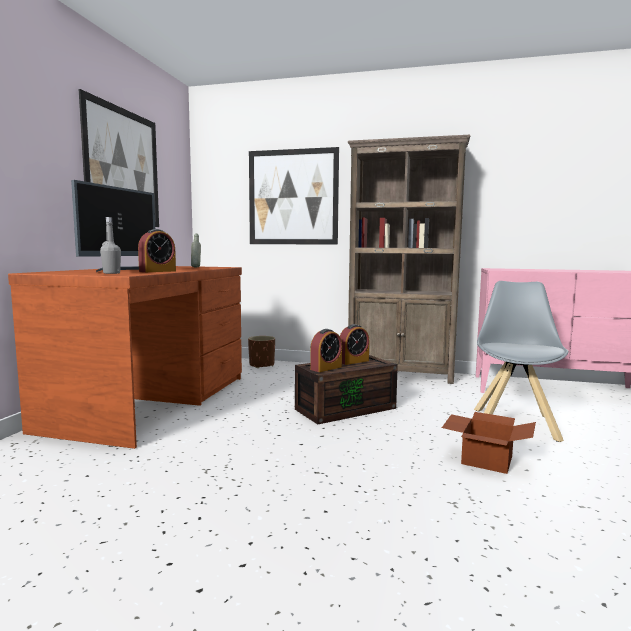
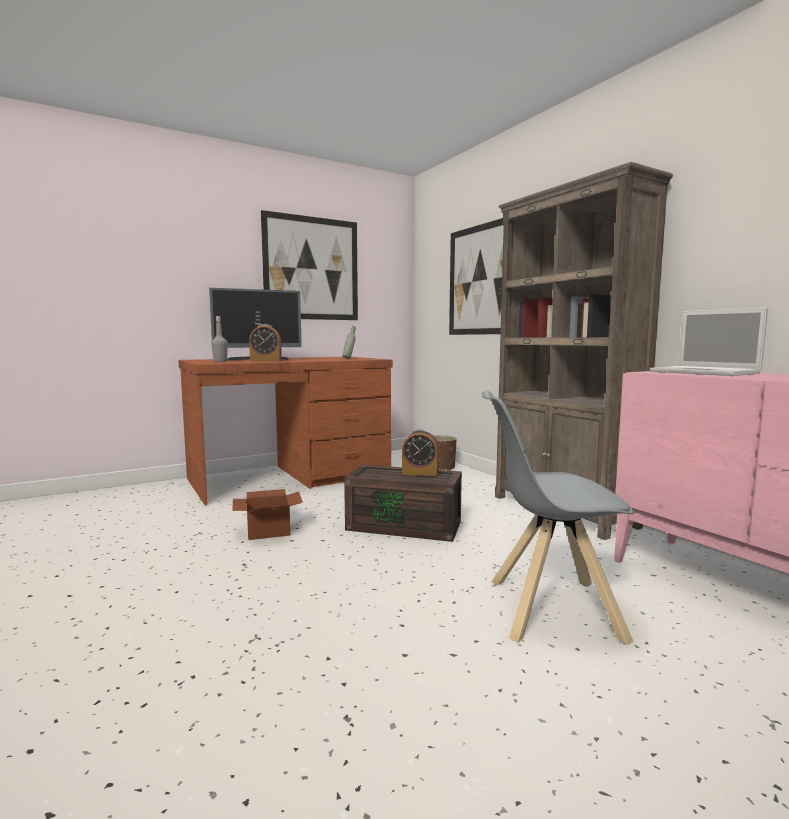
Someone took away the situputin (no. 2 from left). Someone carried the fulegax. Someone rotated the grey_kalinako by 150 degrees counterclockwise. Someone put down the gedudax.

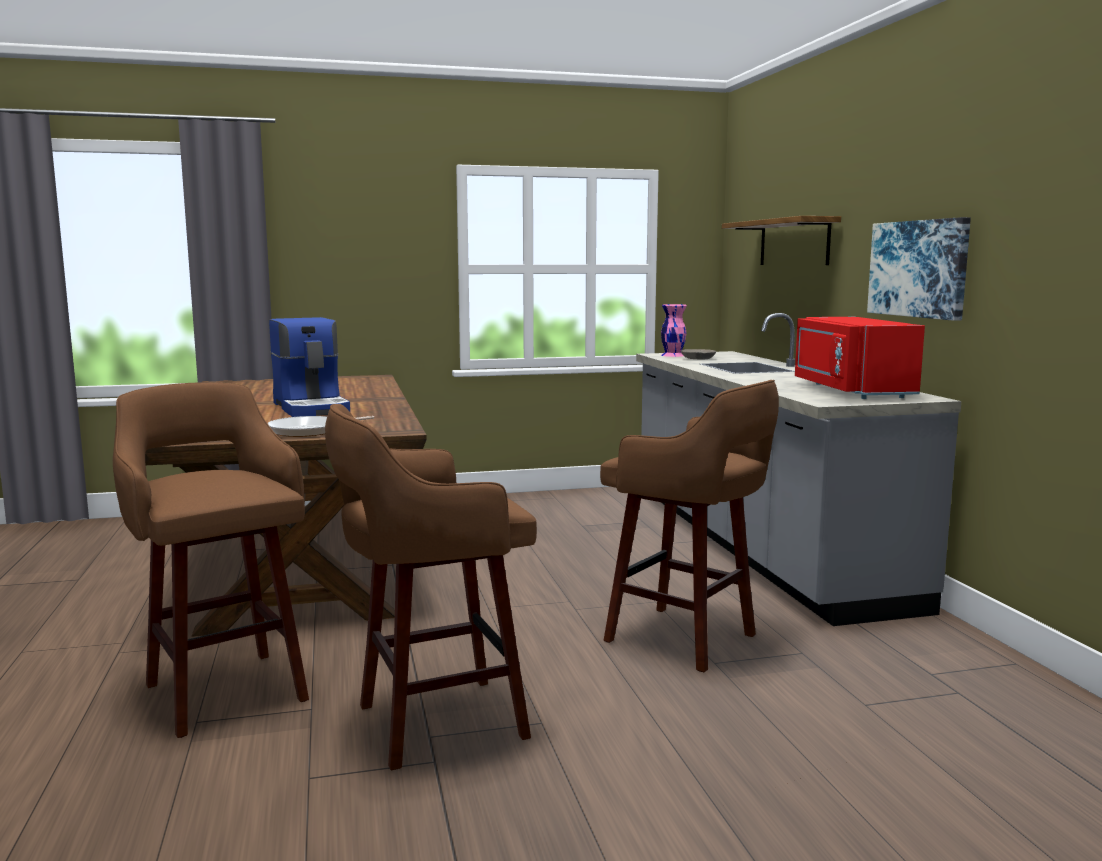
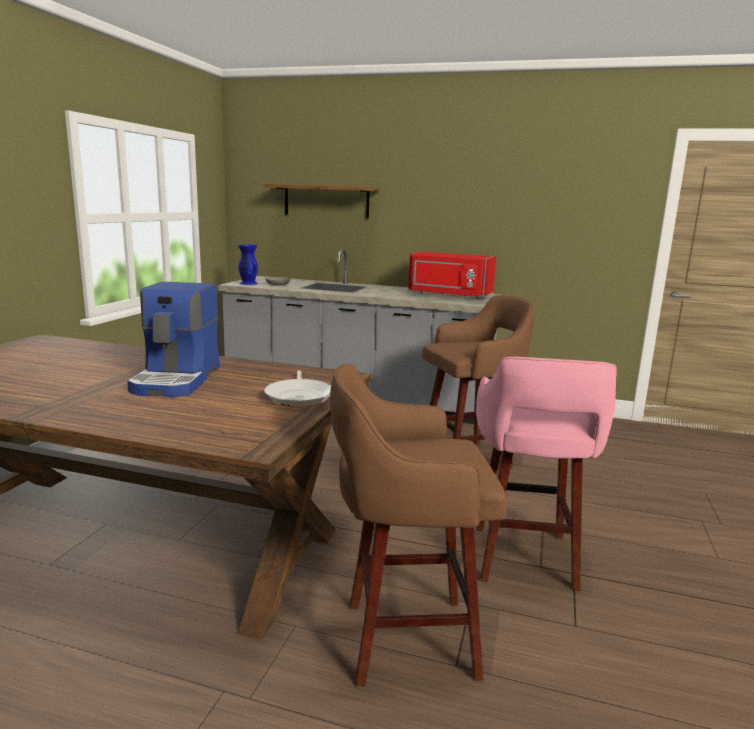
Someone rotated the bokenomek by 90 degrees clockwise. Someone repainted the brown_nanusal (no. 2 from left), which became the pink_nanusal. Someone repainted the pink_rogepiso, which became the blue_rogepiso. Someone took away the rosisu.

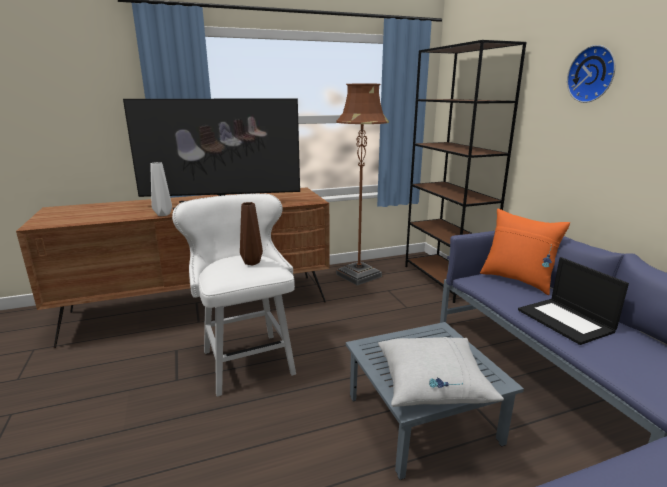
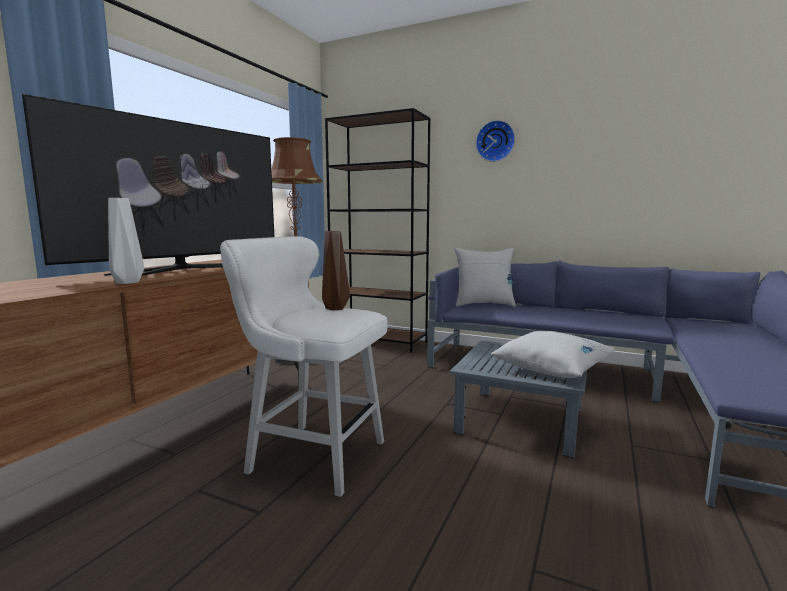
Someone repainted the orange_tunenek, which became the grey_tunenek (no. 1 from left). Someone took away the gedudax.

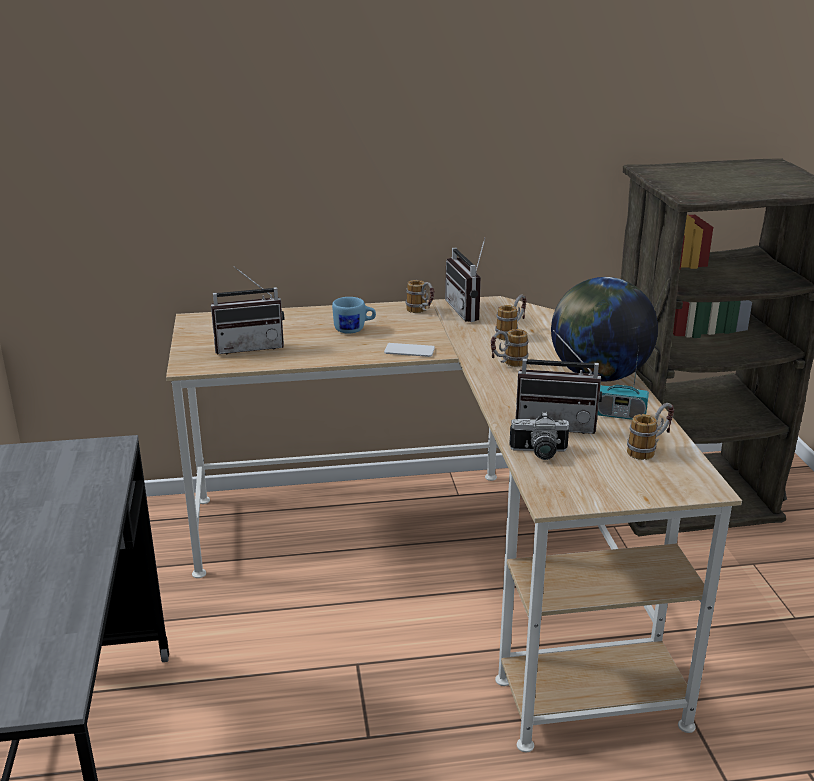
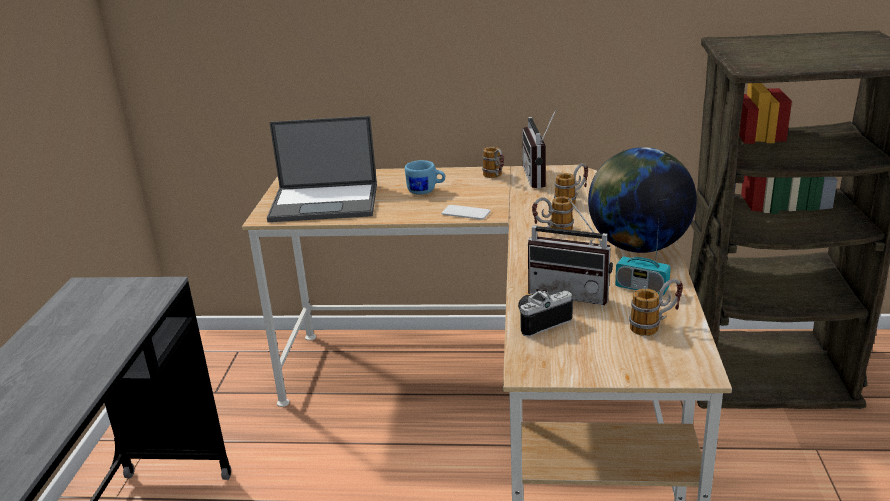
Someone swapped the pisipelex (no. 1 from left) for the gedudax. Someone rotated the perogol by 135 degrees clockwise.

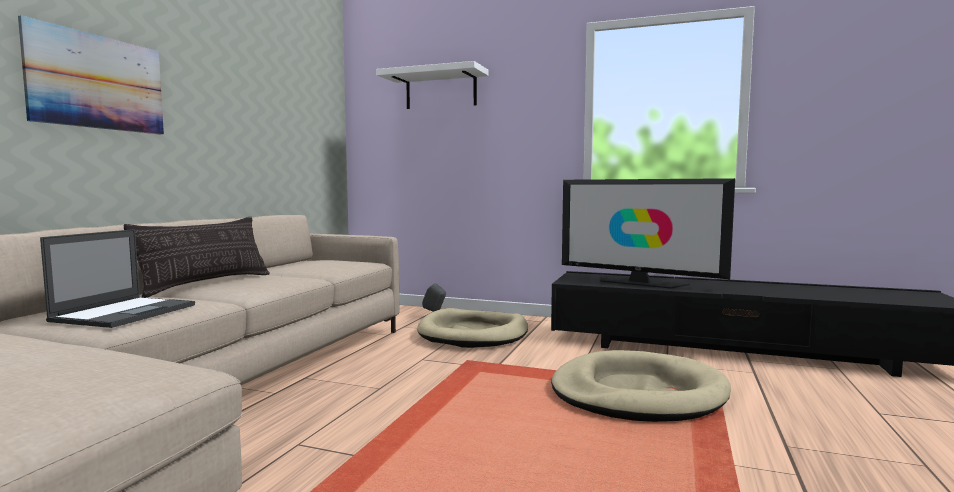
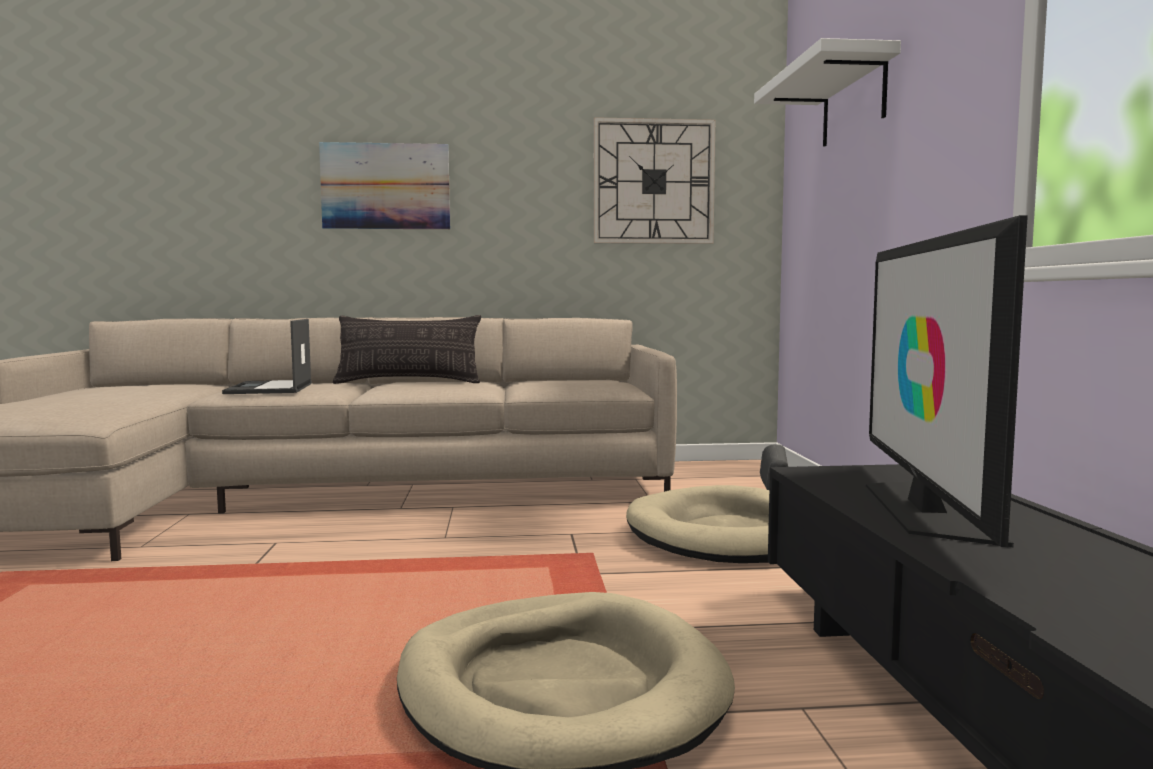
Someone rotated the gedudax by 90 degrees clockwise. Someone put up the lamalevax.

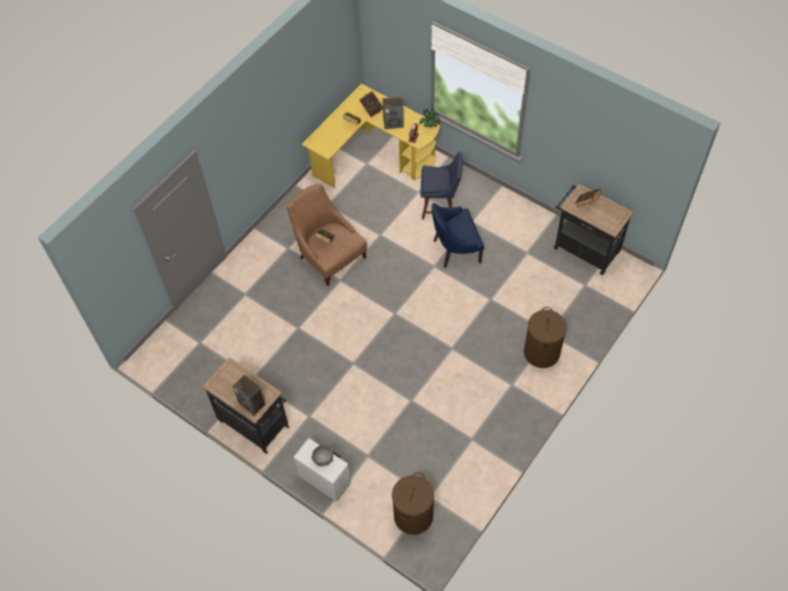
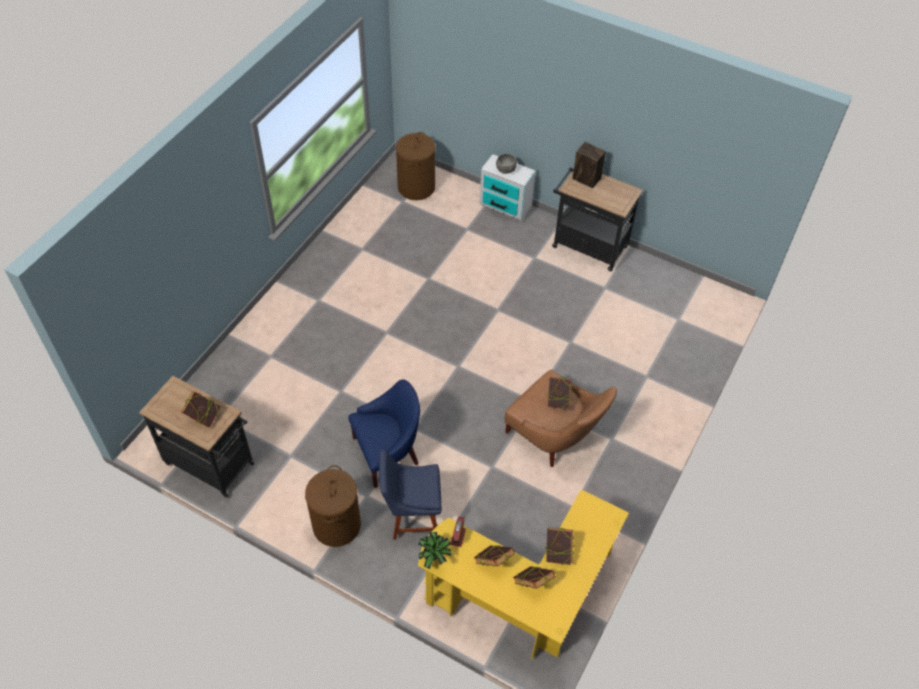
Someone swapped the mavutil (no. 2 from left) for the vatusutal (no. 2 from left). Someone carried the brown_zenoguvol (no. 2 from left in the first image).

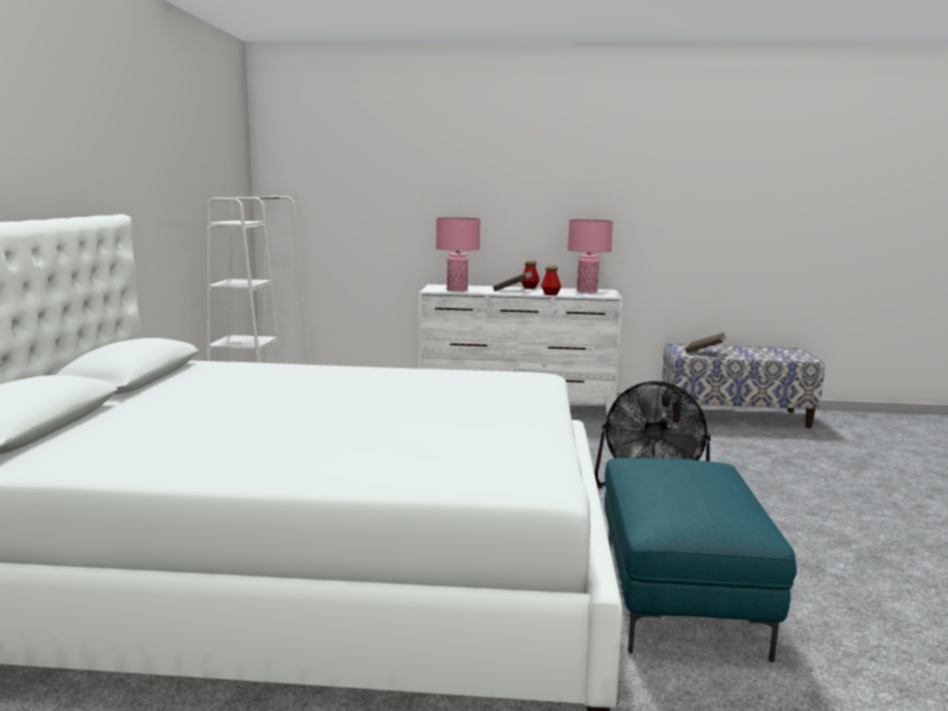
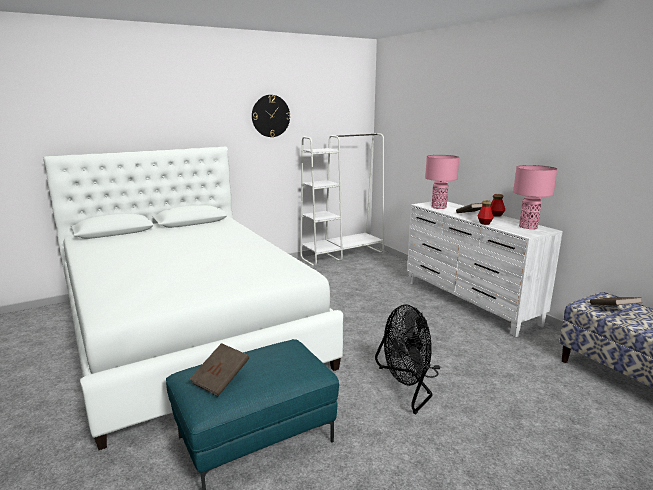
Someone put down the brown_vatusutal (no. 1 from left). Someone put up the lamalevax.

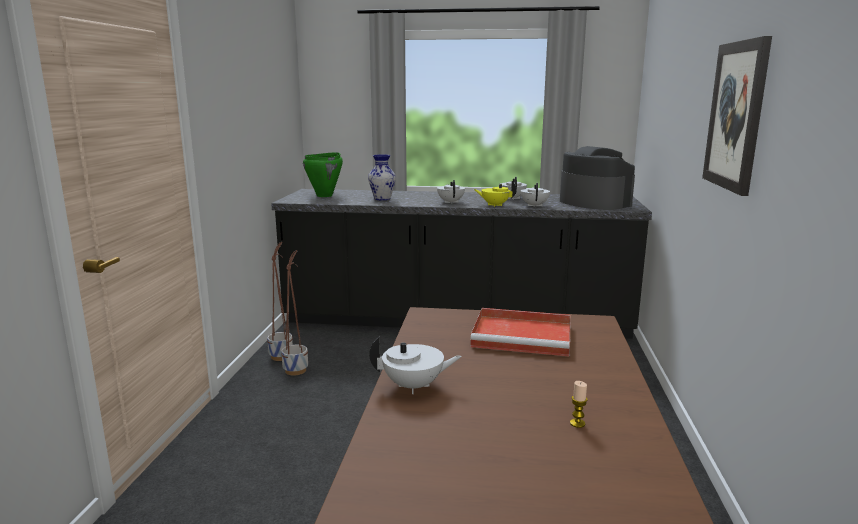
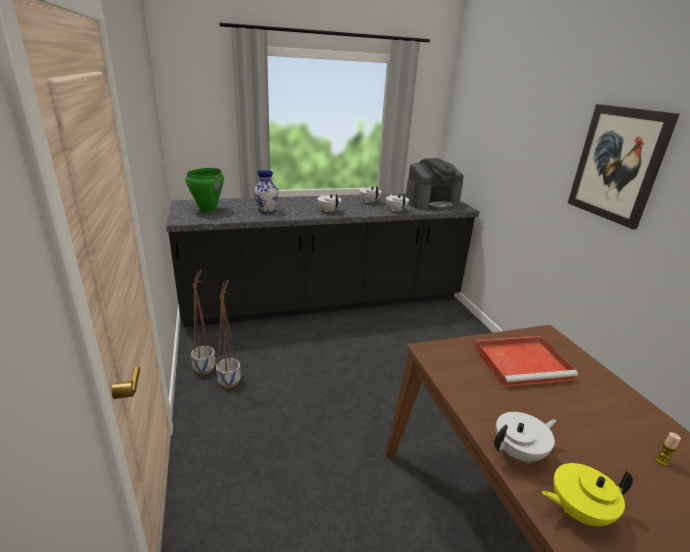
Someone carried the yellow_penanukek. Someone rotated the bokenomek by 120 degrees clockwise.

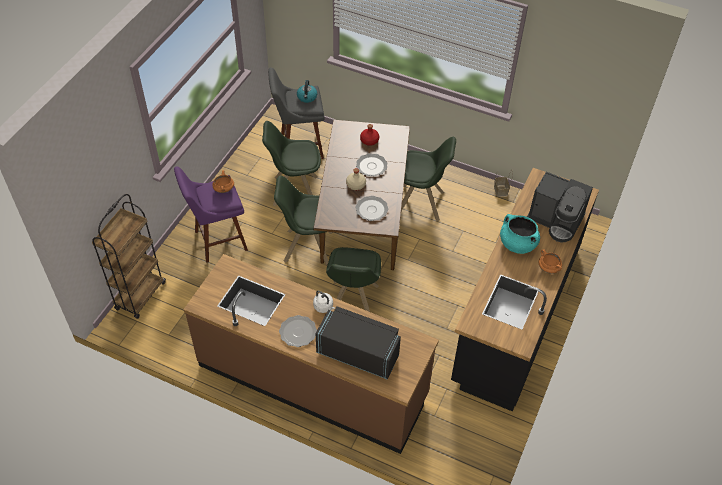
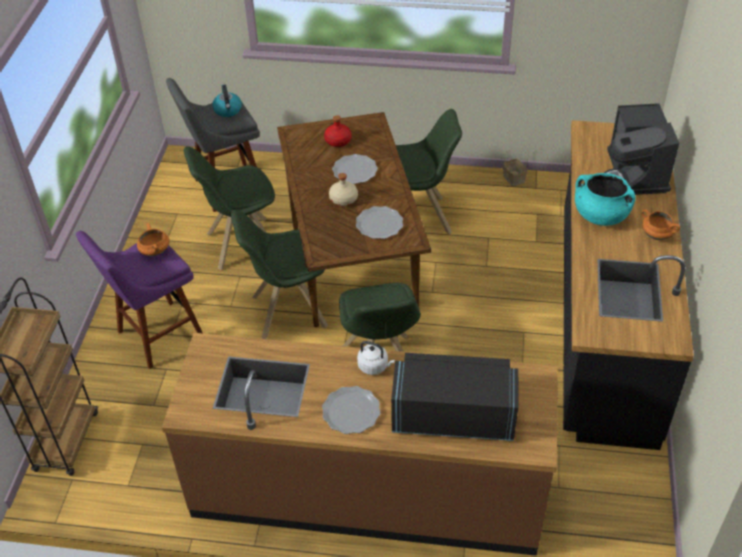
Someone rotated the bokenomek by 75 degrees clockwise.

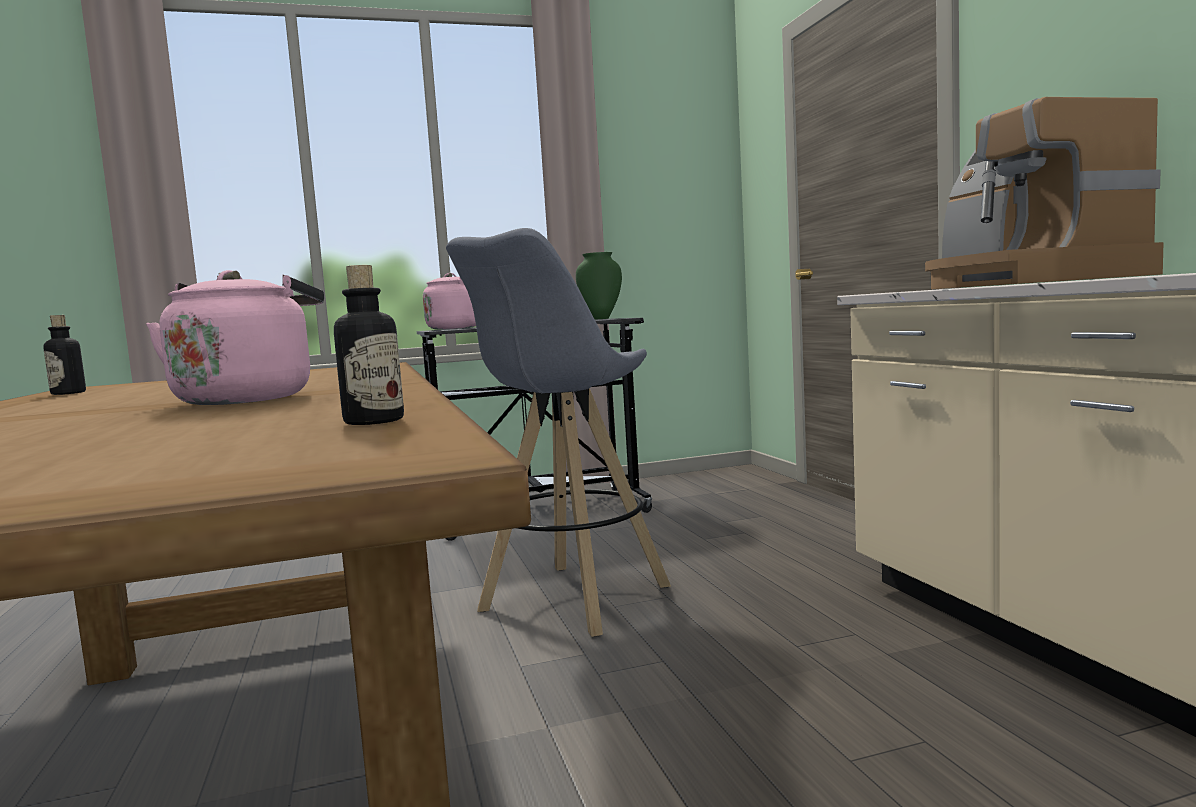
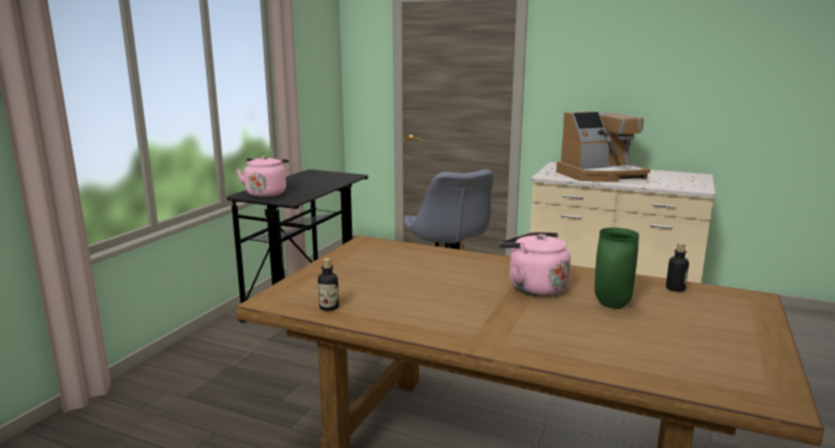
Someone carried the green_rogepiso. Someone rotated the bokenomek by 45 degrees counterclockwise.

